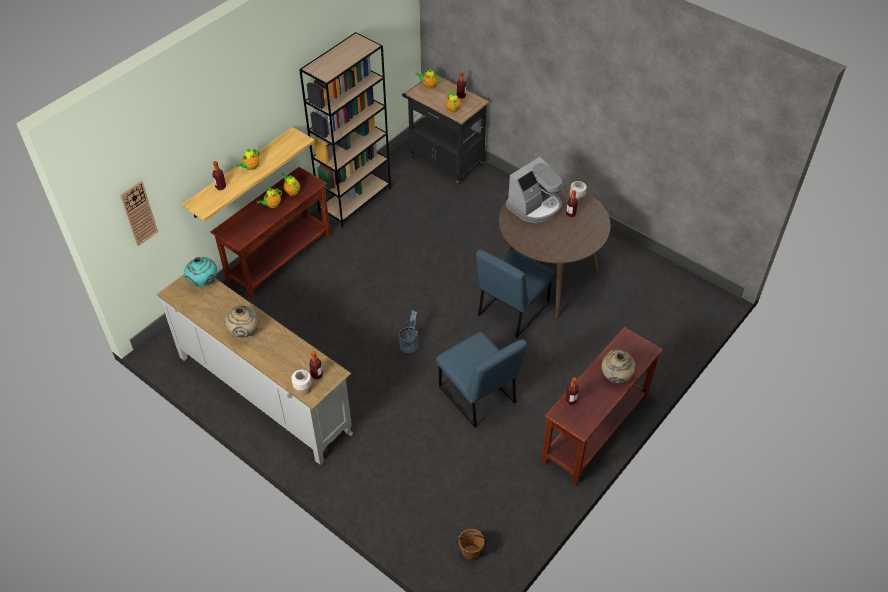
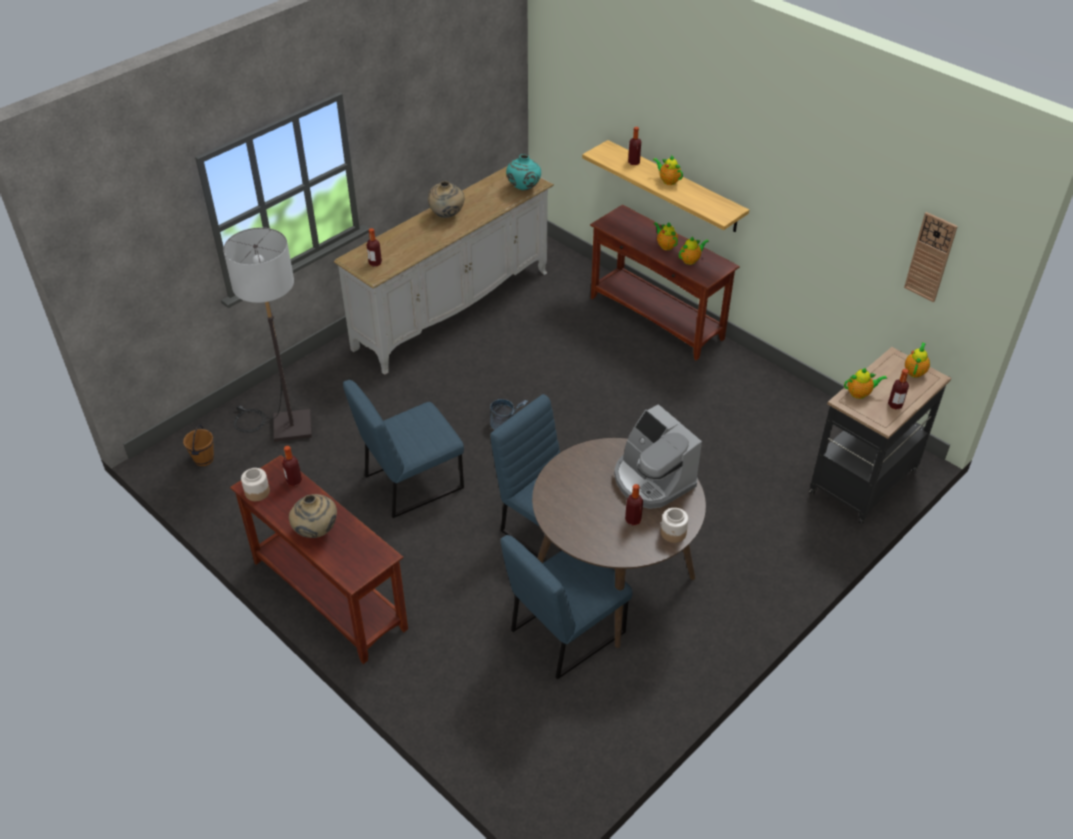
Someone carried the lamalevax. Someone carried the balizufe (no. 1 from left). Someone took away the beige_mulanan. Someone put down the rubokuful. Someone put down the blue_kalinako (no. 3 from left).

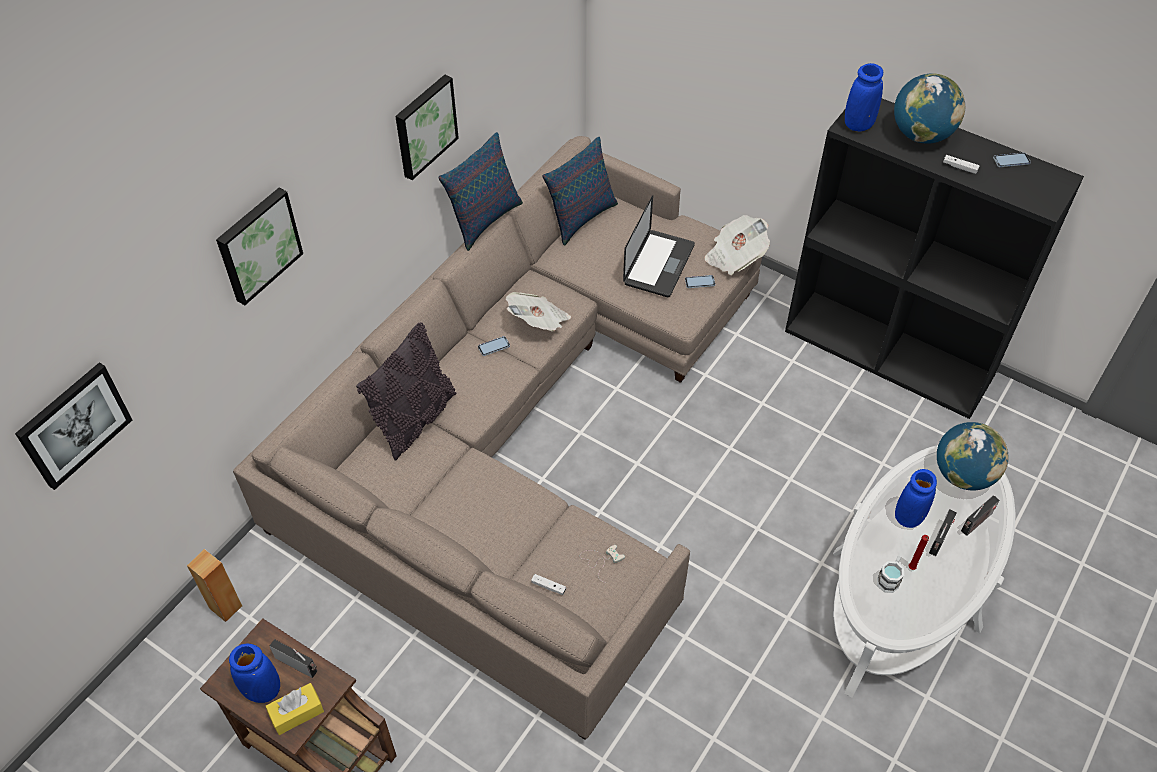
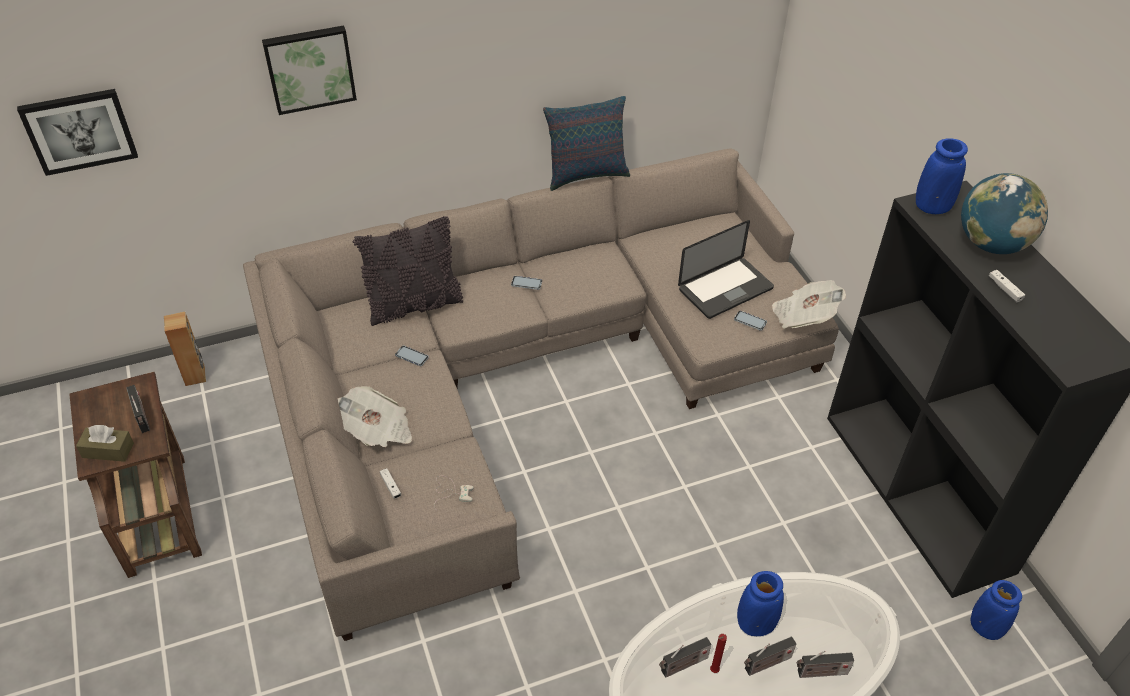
Someone carried the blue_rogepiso (no. 1 from left in the first image). Someone repainted the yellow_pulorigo, which became the brown_pulorigo. Someone took away the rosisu (no. 3 from left). Someone carried the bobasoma (no. 1 from left). Someone took away the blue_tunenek (no. 2 from left). Someone swapped the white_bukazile for the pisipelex (no. 2 from left). Someone took away the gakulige (no. 2 from left). Someone carried the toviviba (no. 3 from left in the first image).

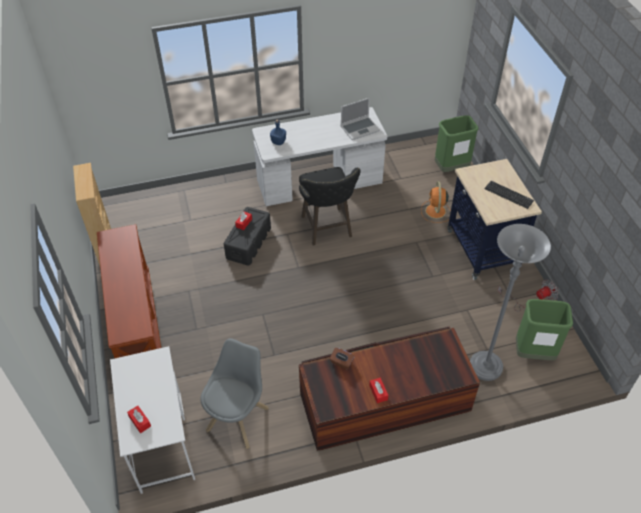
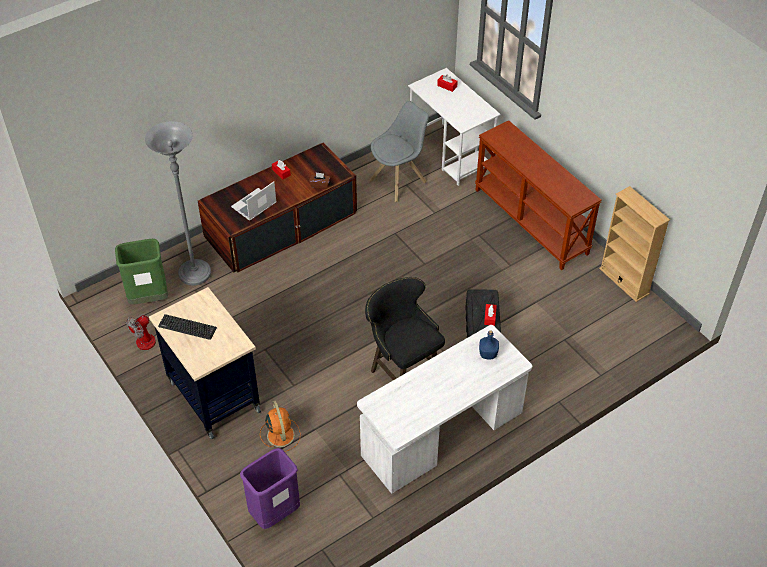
Someone rotated the grey_kalinako by 135 degrees counterclockwise. Someone carried the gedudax. Someone repainted the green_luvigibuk (no. 1 from left), which became the purple_luvigibuk.

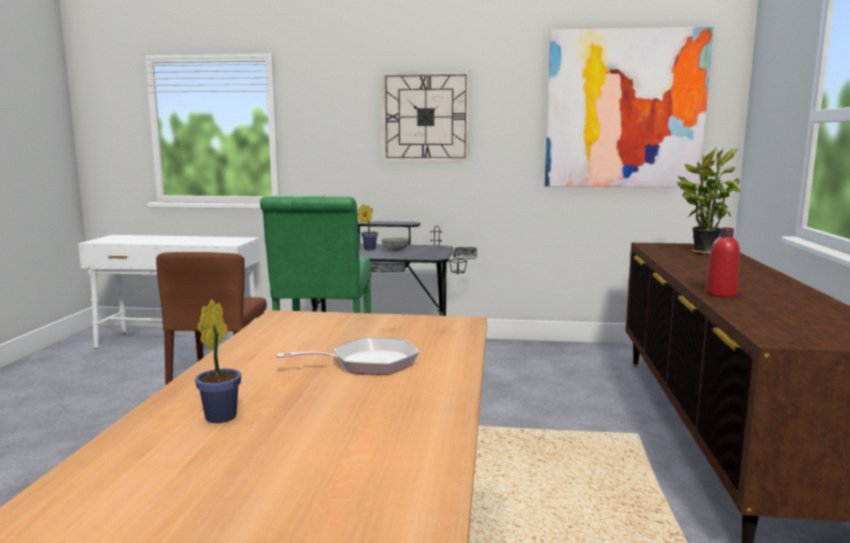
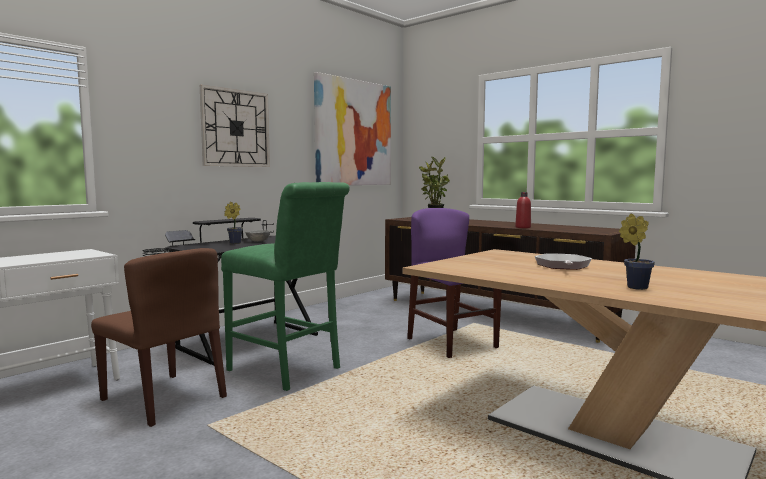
Someone put down the purple_kalinako.

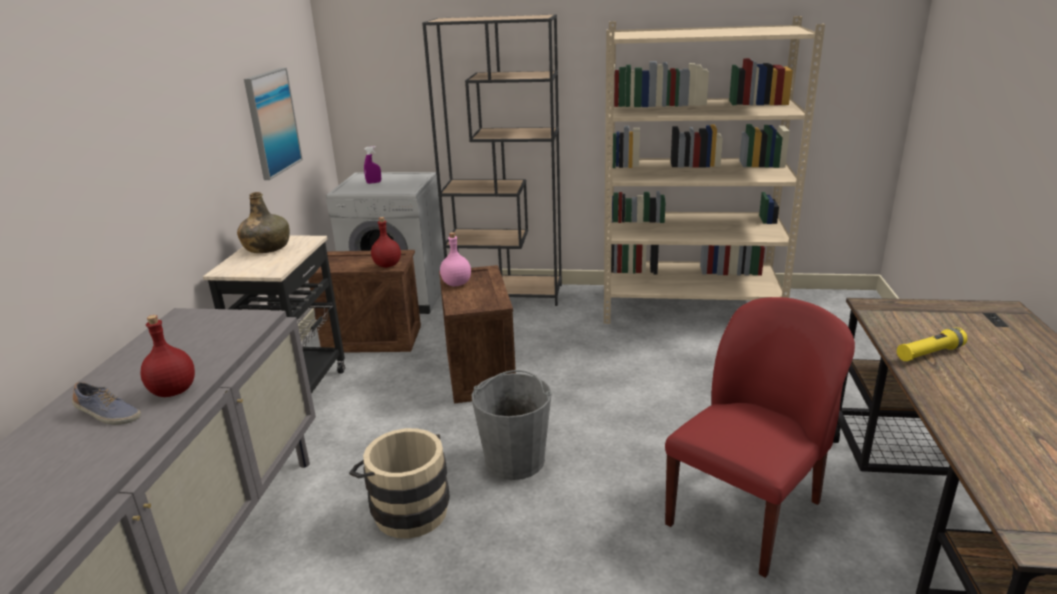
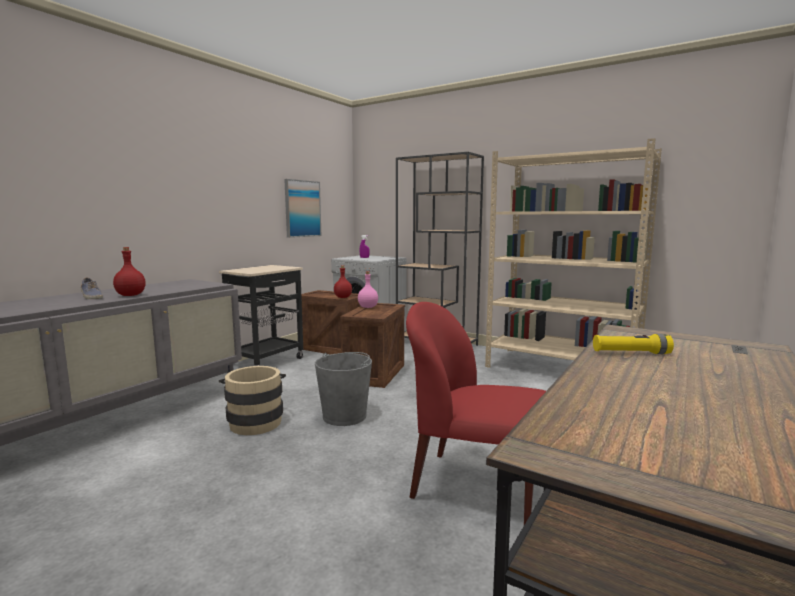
Someone took away the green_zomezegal. Someone rotated the red_kalinako by 135 degrees counterclockwise.

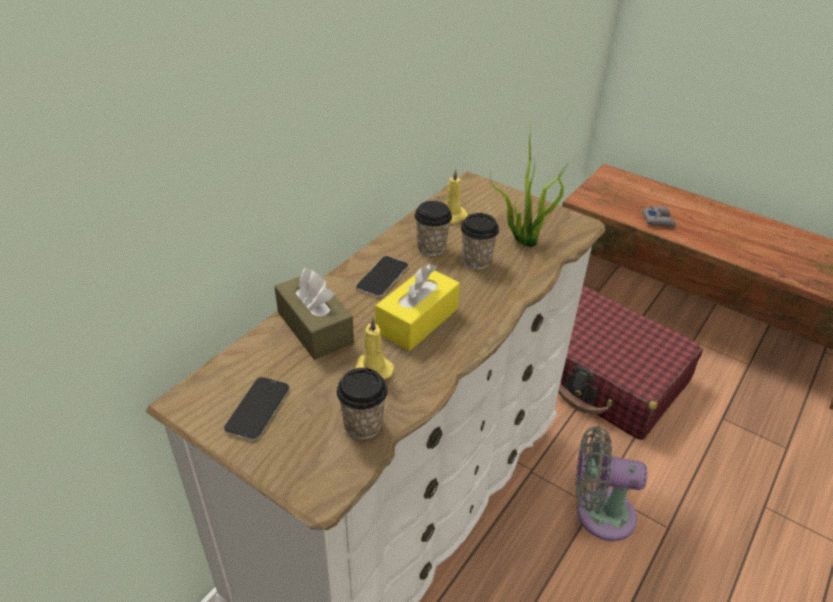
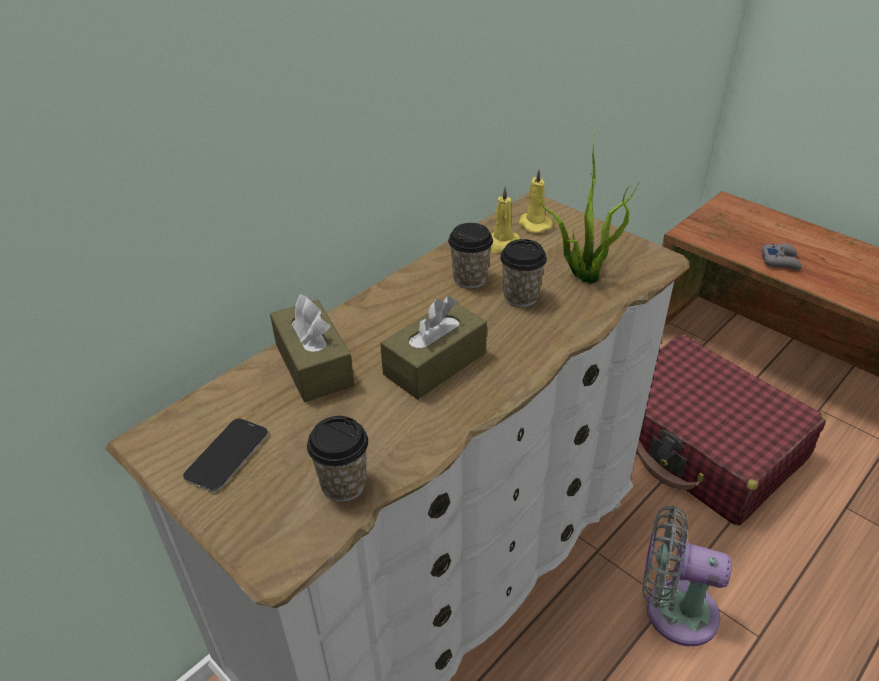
Someone carried the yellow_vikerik (no. 1 from left in the first image). Someone took away the toviviba (no. 2 from left). Someone repainted the yellow_pulorigo, which became the brown_pulorigo (no. 2 from left).

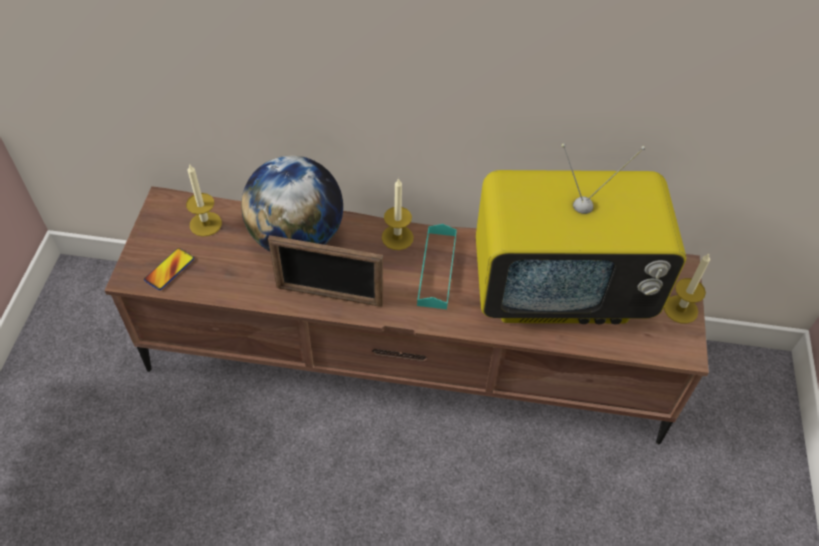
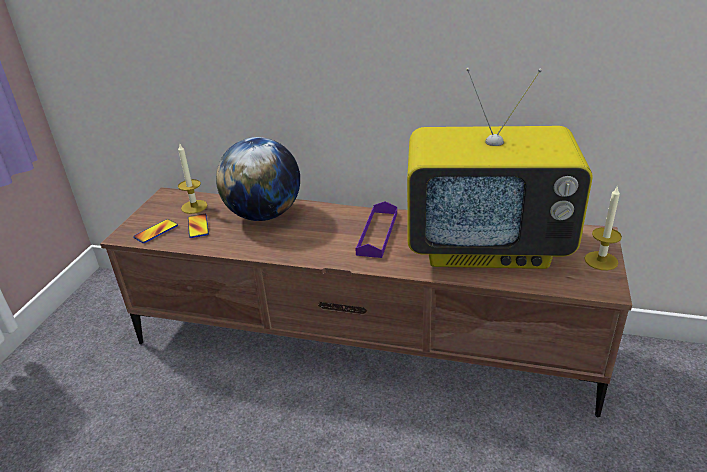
Someone took away the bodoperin. Someone took away the vikerik (no. 2 from left). Someone repainted the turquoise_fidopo, which became the purple_fidopo. Someone put down the toviviba (no. 2 from left).

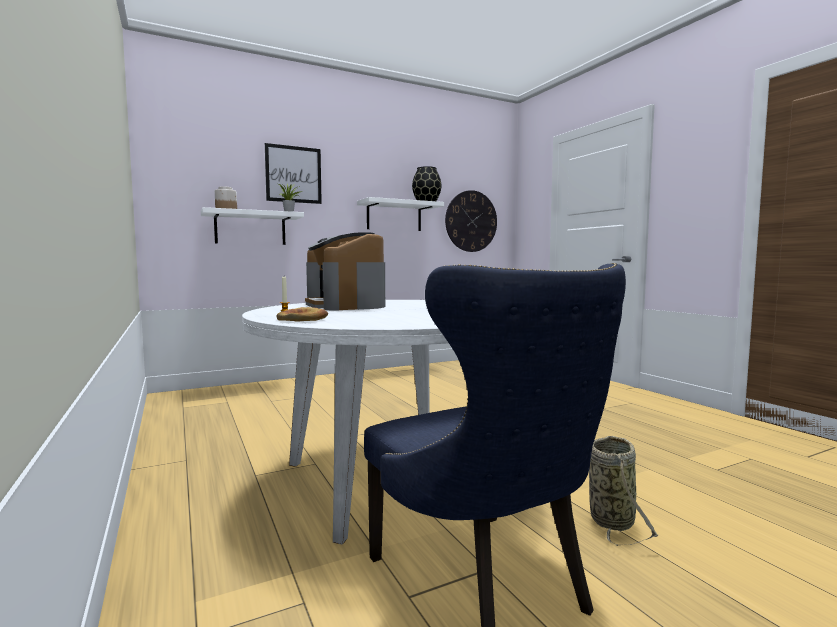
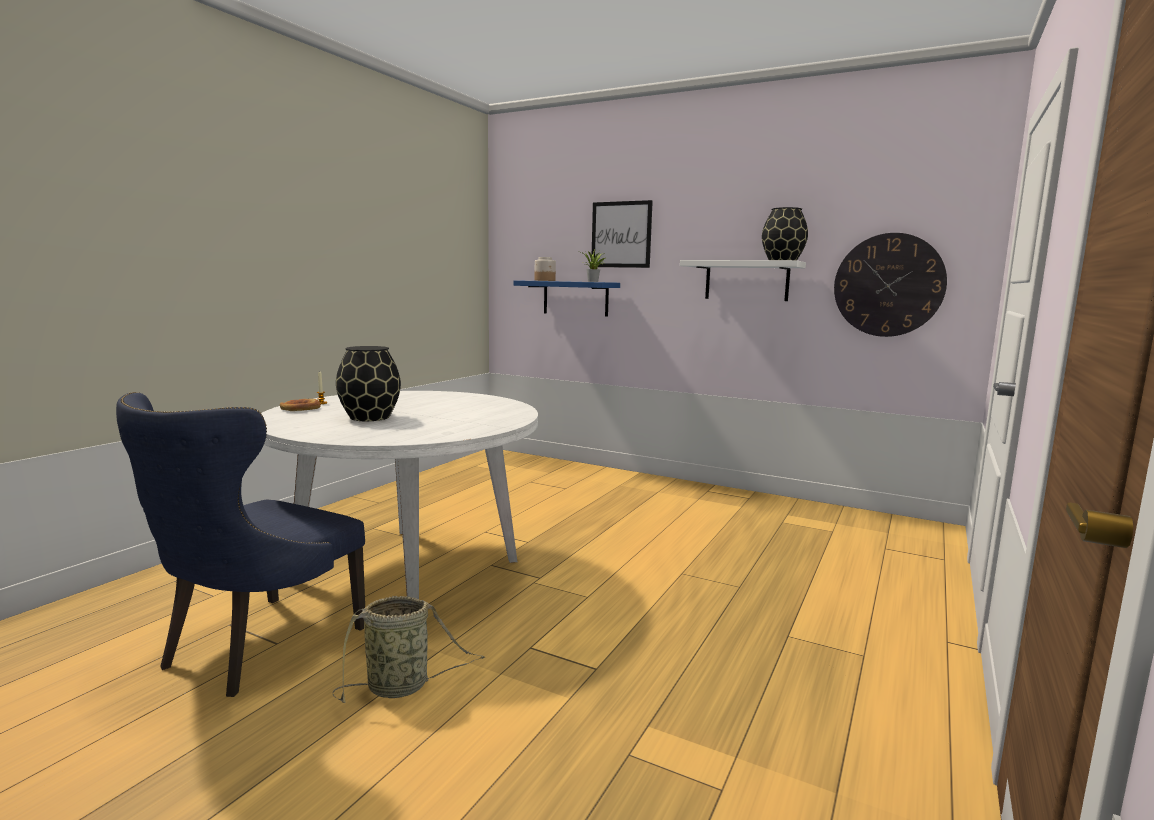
Someone repainted the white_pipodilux (no. 1 from left), which became the blue_pipodilux. Someone took away the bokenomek. Someone put down the black_rogepiso (no. 1 from left).

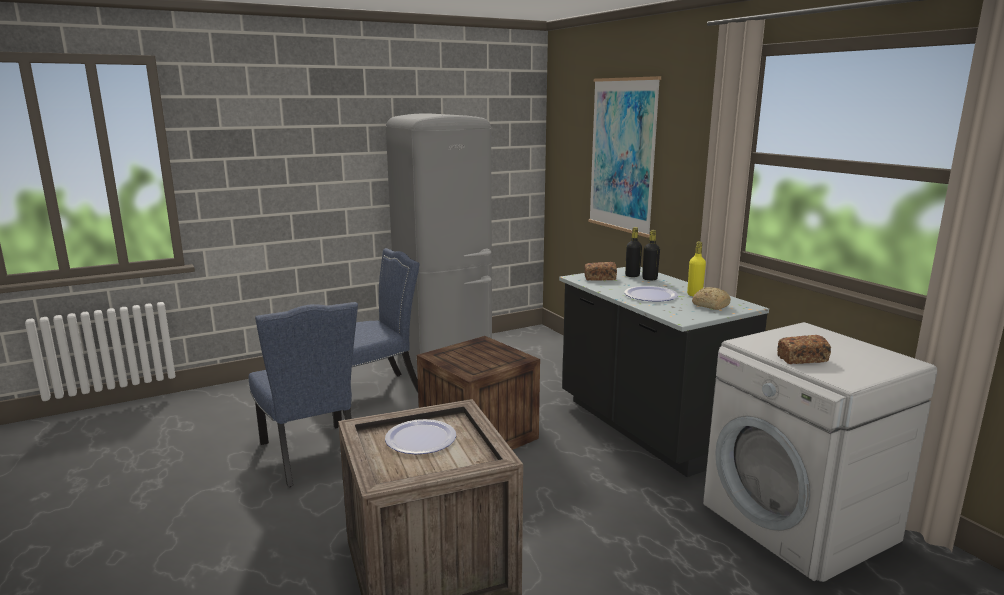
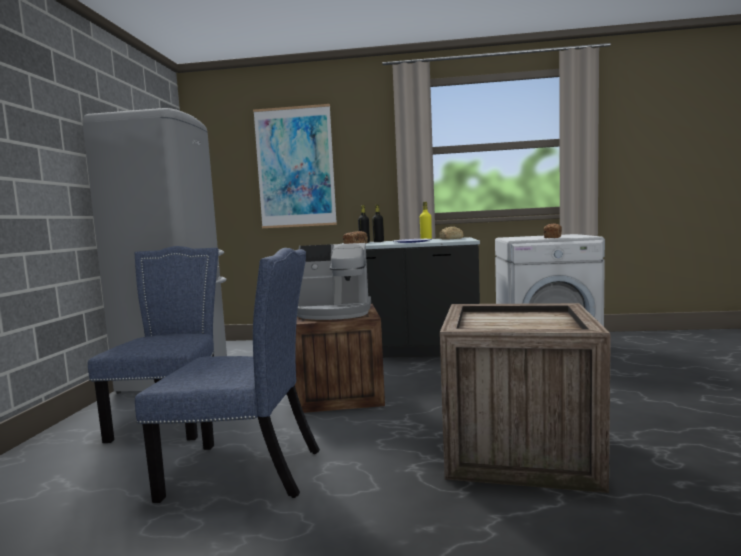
Someone took away the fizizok (no. 1 from left). Someone put down the bokenomek.

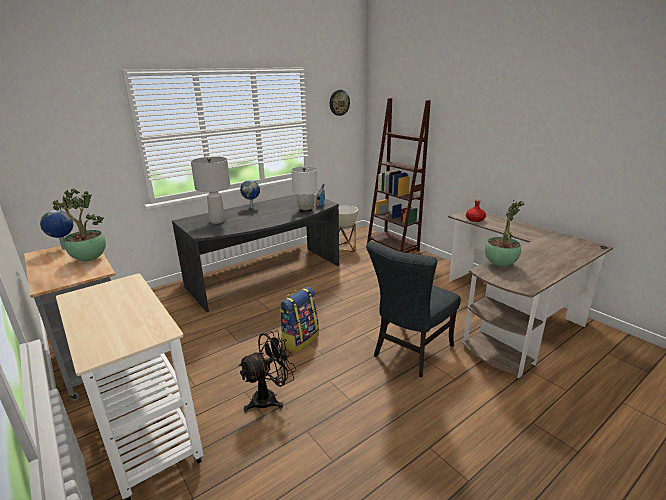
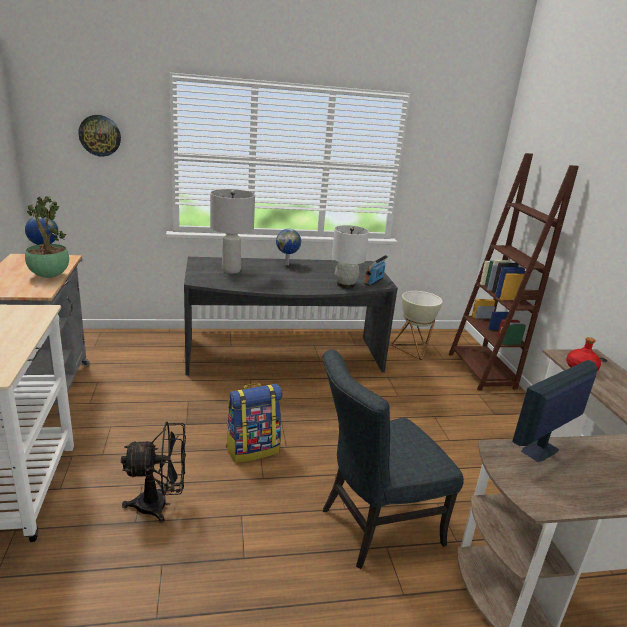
Someone carried the lamalevax. Someone swapped the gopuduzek (no. 2 from left) for the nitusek.

